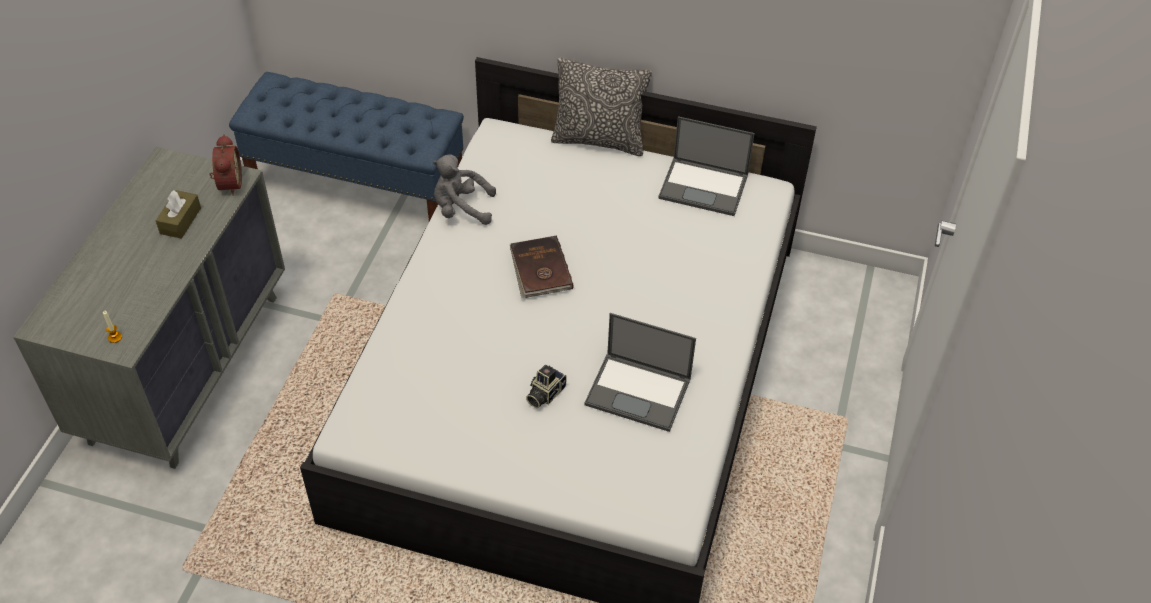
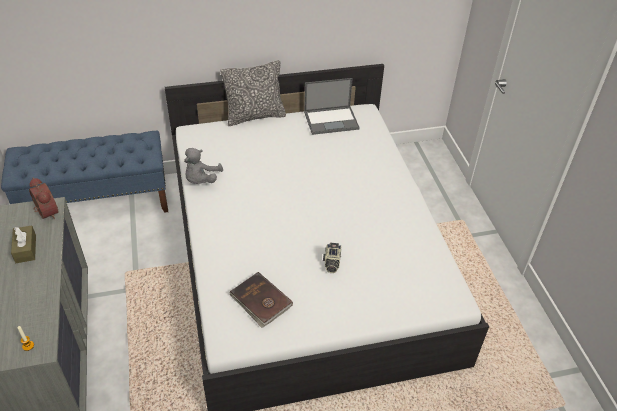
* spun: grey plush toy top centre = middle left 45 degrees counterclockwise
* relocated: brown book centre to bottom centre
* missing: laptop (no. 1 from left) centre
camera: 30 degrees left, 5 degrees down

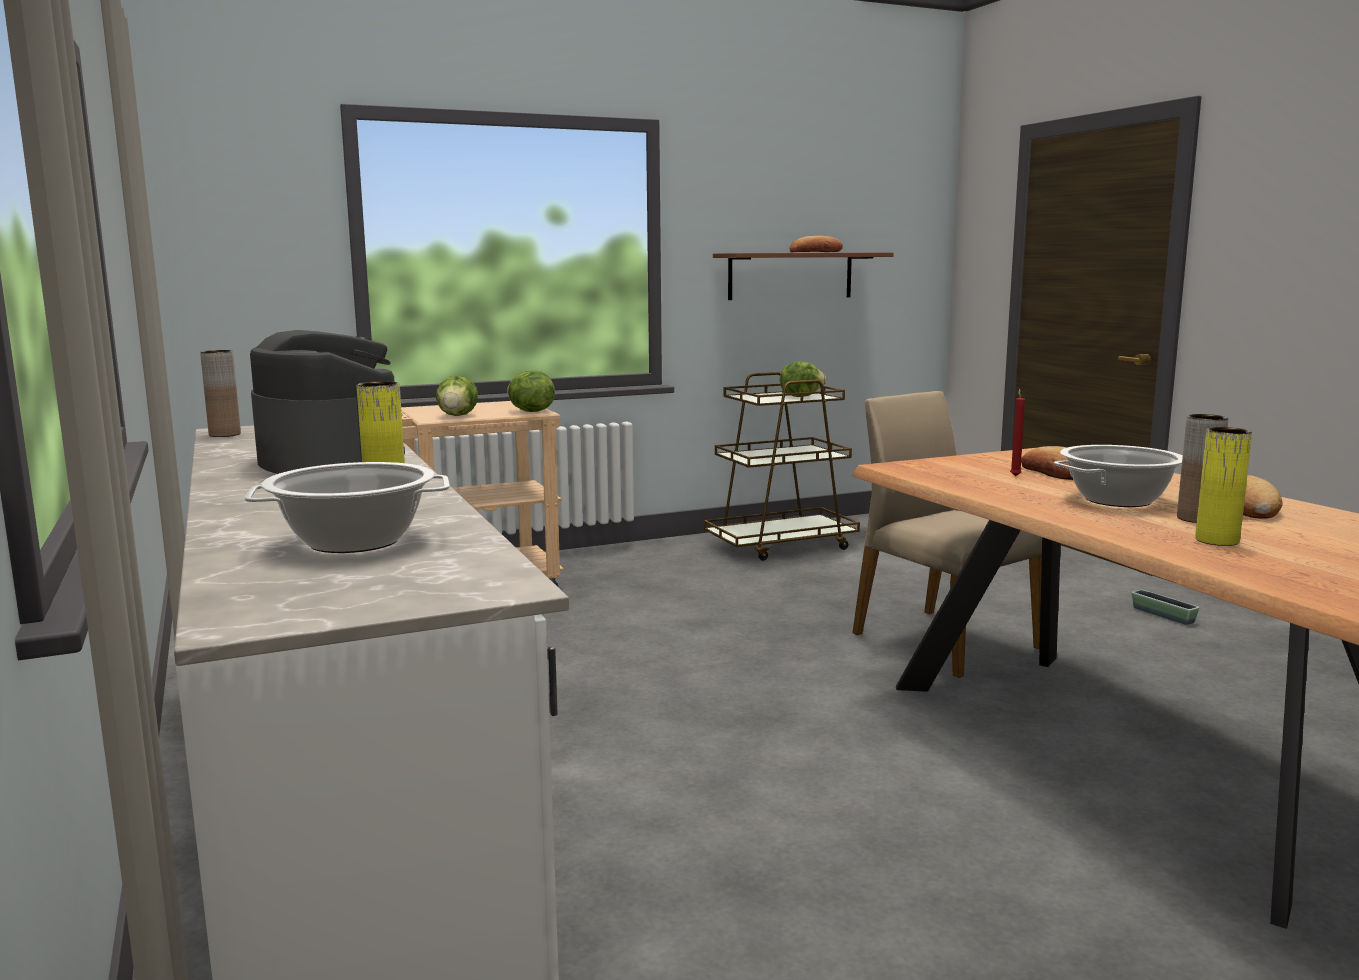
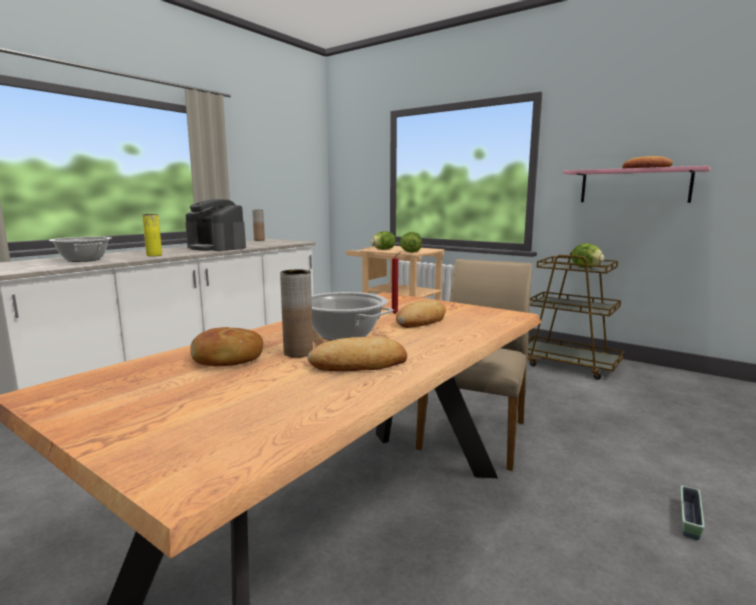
* spun: coffee machine middle left = middle left 105 degrees clockwise
* exchanged: yellow vase (no. 2 from left) middle right to bread (no. 1 from left) middle left
* colour: brown shelf top centre to pink shelf top right
camera: 60 degrees right, 0 degrees up

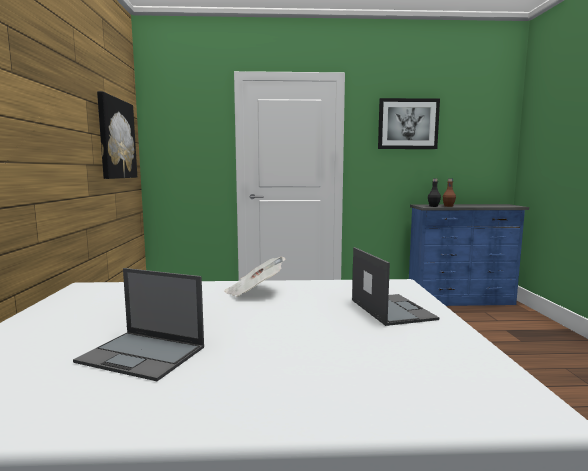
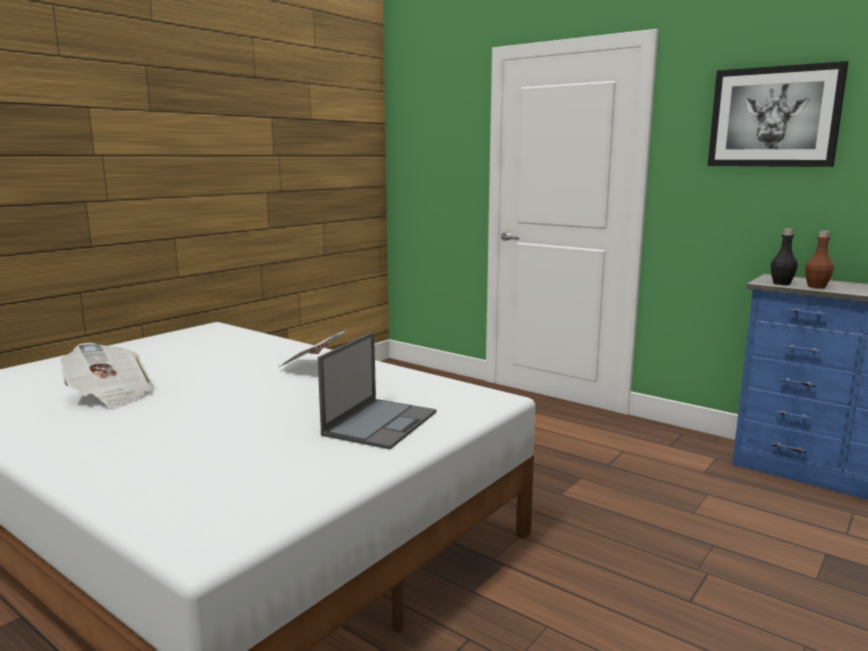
* exchanged: laptop (no. 1 from left) bottom left to newspaper (no. 1 from left) middle left
* missing: picture (no. 1 from left) top left
camera: 40 degrees right, 5 degrees up

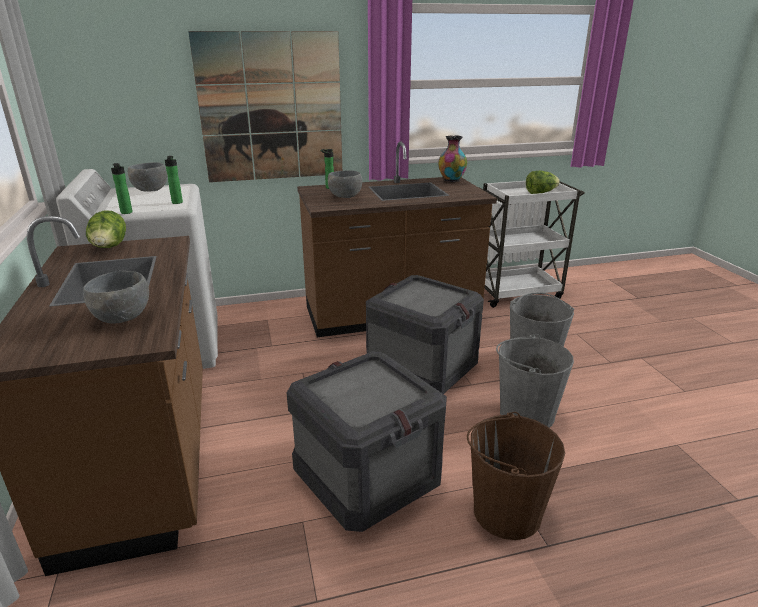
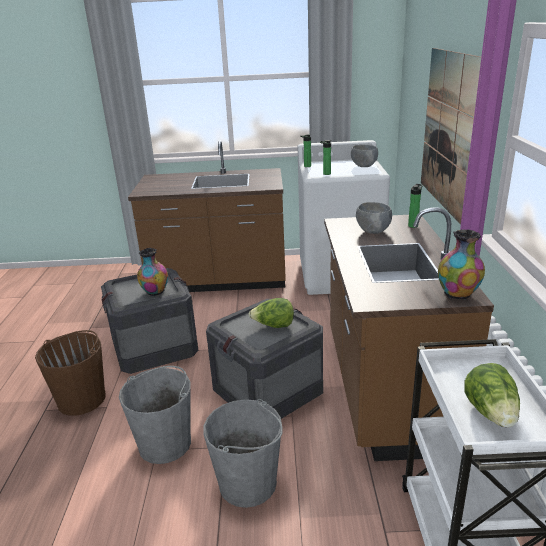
* appeared: vase (no. 1 from left) middle left
* relocated: lettuce (no. 1 from left) middle left to centre
* missing: grey bowl (no. 1 from left) middle left
camera: 105 degrees right, 0 degrees up

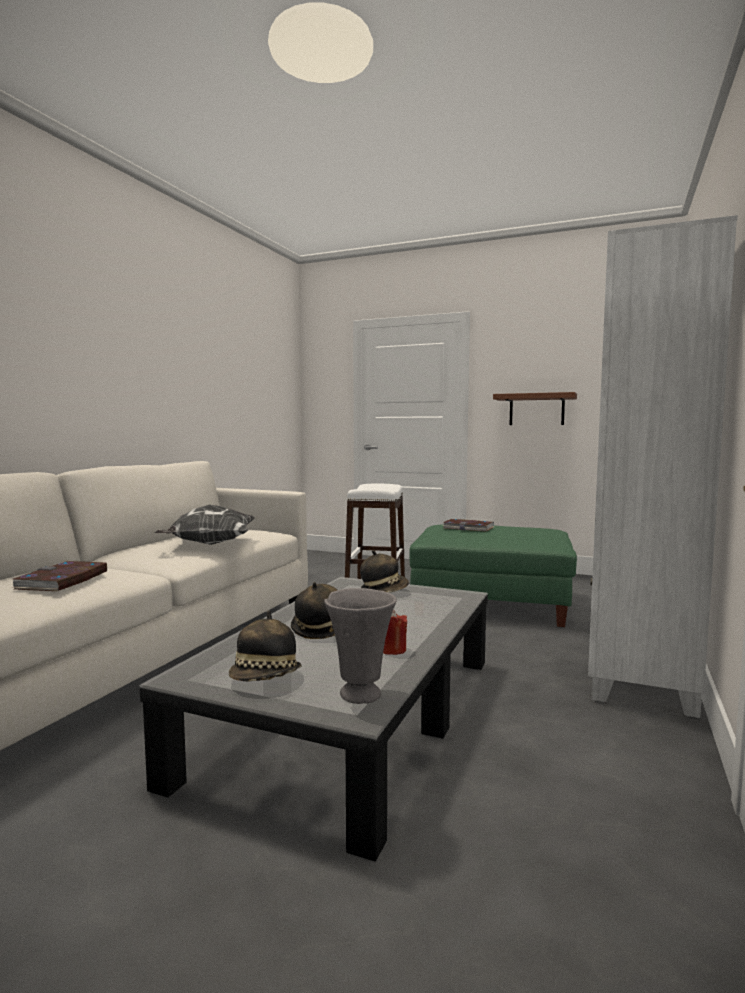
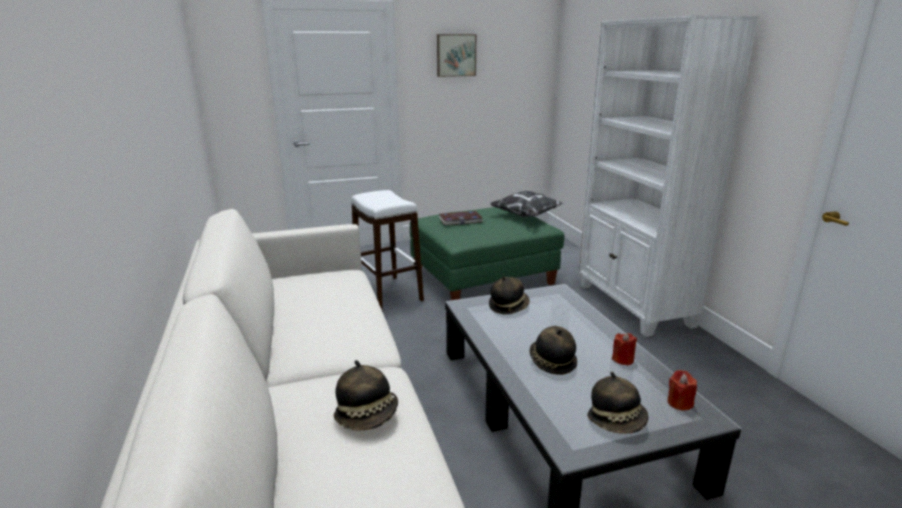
* exchanged: book (no. 1 from left) middle left to hat (no. 1 from left) bottom centre
* appeared: picture top centre
* relocated: pillow middle left to centre
* exchanged: grey vase centre to red candle (no. 2 from left) bottom right
* missing: brown shelf middle right
camera: 40 degrees left, 15 degrees up

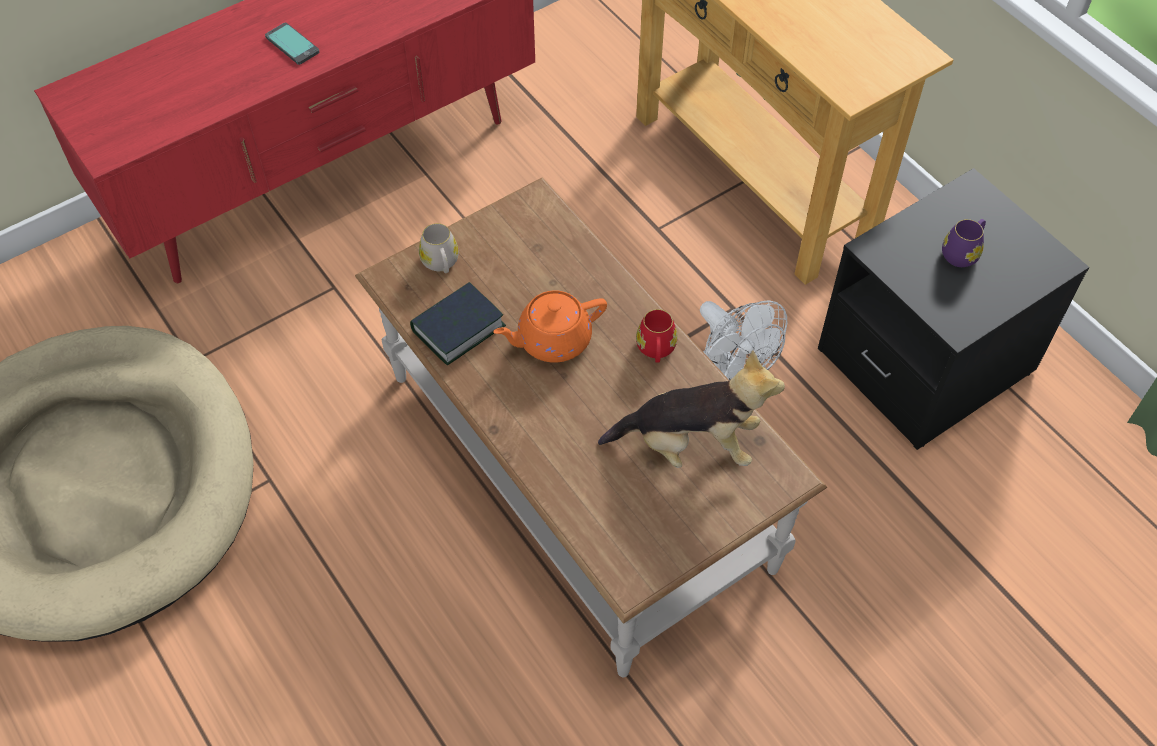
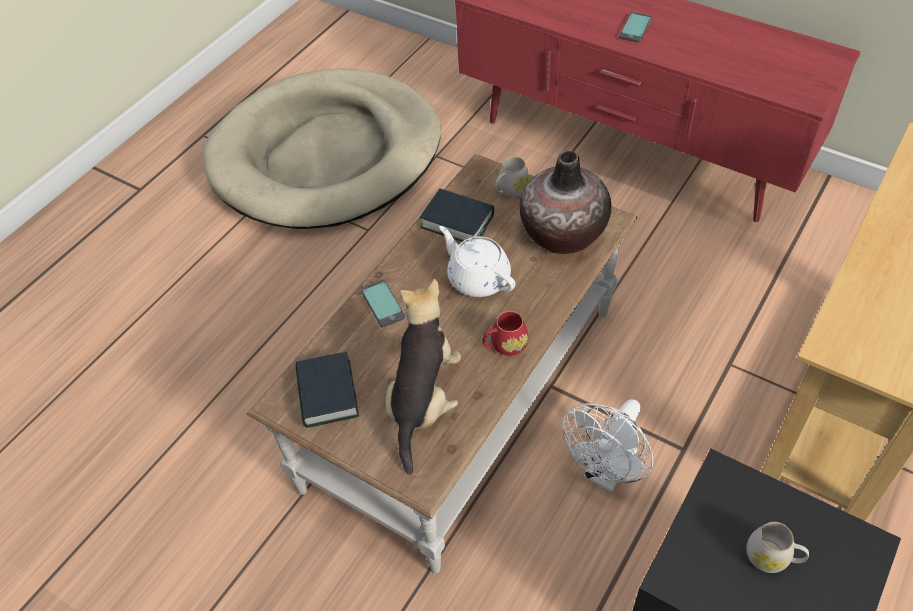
* appeared: book (no. 1 from left) centre
* appeared: phone (no. 1 from left) centre
* spun: plush toy centre = centre 150 degrees counterclockwise
* colour: orange teapot centre to white teapot centre
* appeared: vase top centre
* colour: purple mug top right to white mug (no. 2 from left) bottom right
camera: 70 degrees right, 5 degrees down

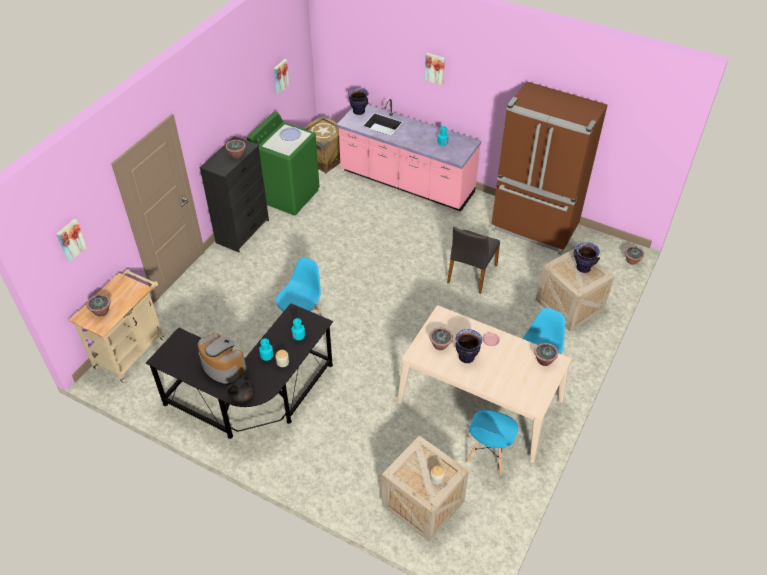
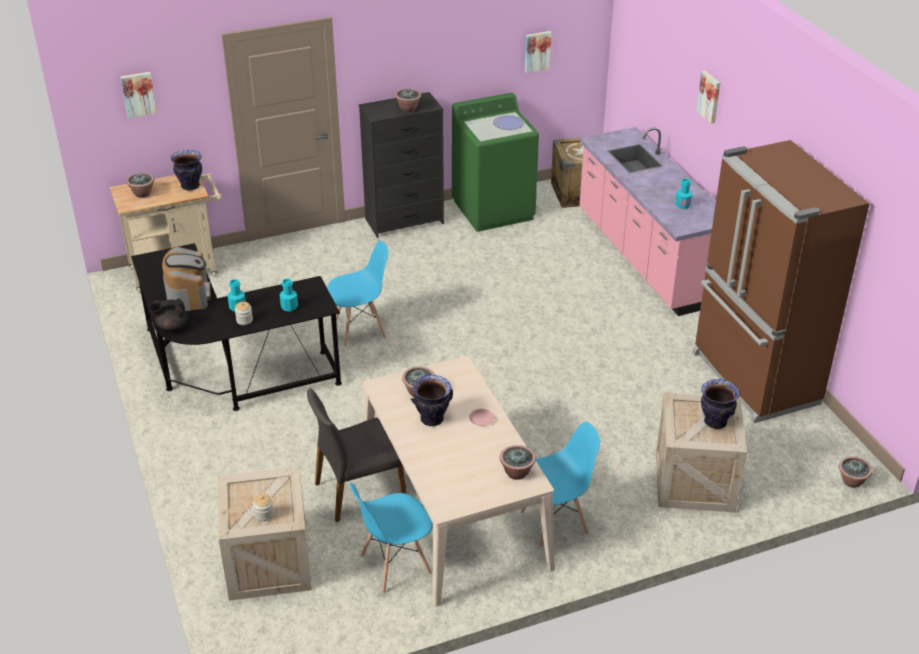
* relocated: vase (no. 1 from left) top centre to top left
* relocated: grey chair centre to bottom centre
camera: 40 degrees right, 10 degrees down

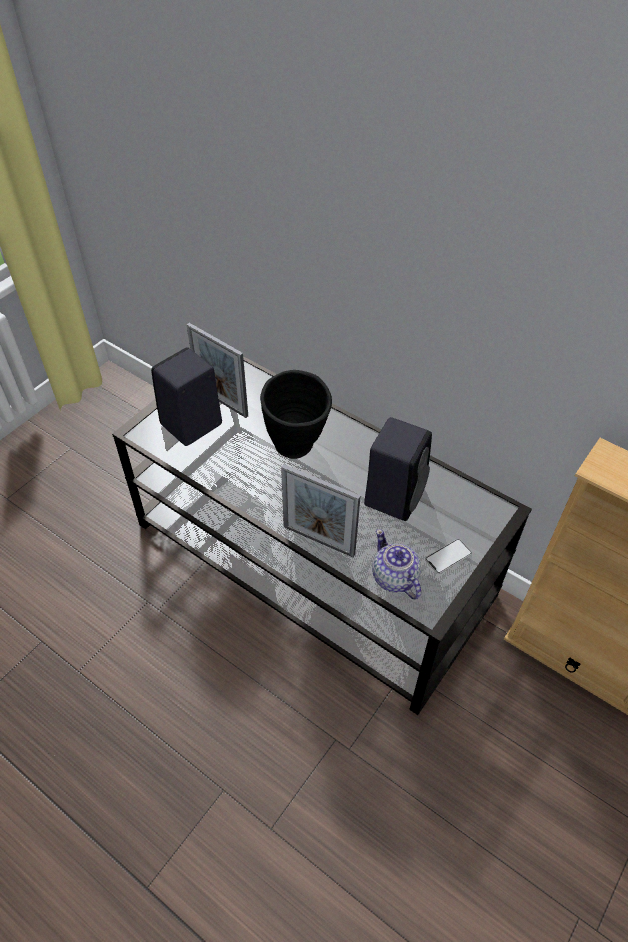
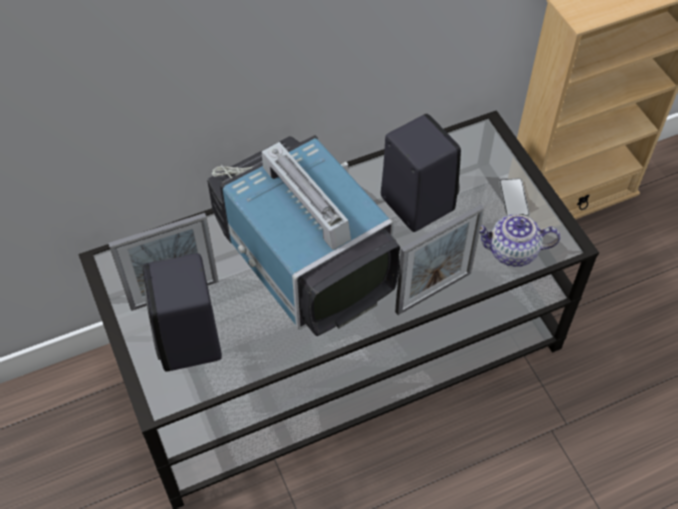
* exchanged: black vase centre to television centre
camera: 60 degrees left, 5 degrees up

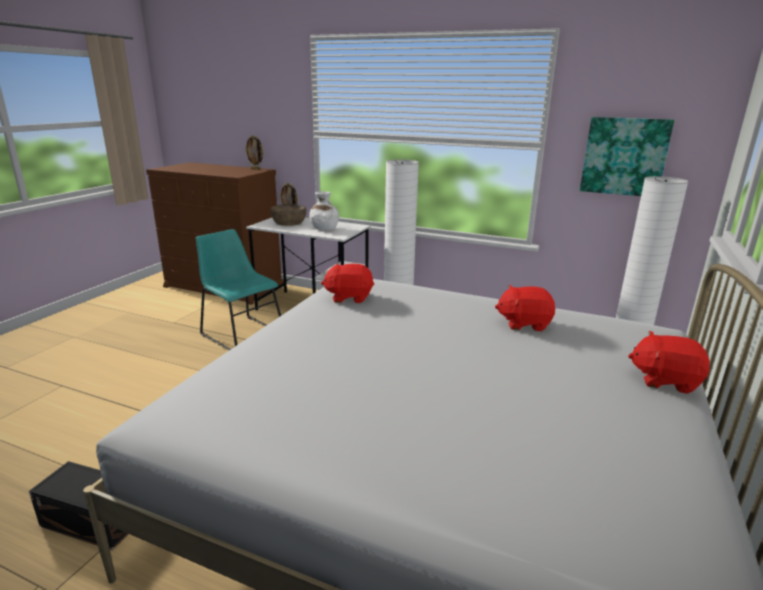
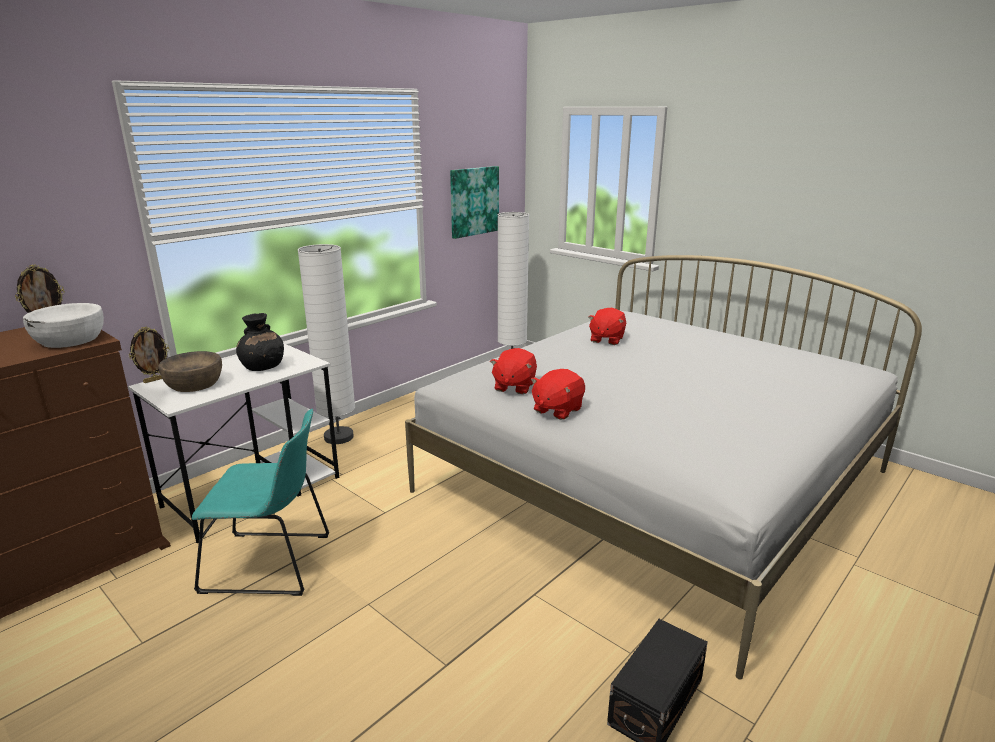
* appeared: white bowl middle left
* spun: turquoise chair middle left = bottom left 150 degrees counterclockwise
* colour: white vase centre to black vase middle left
* relocated: red plush toy (no. 3 from left in the first image) middle right to red plush toy (no. 2 from left) centre
camera: 70 degrees left, 0 degrees up

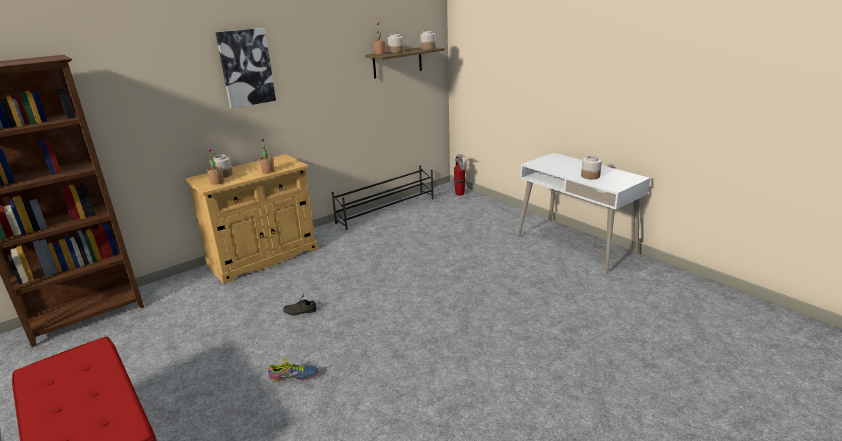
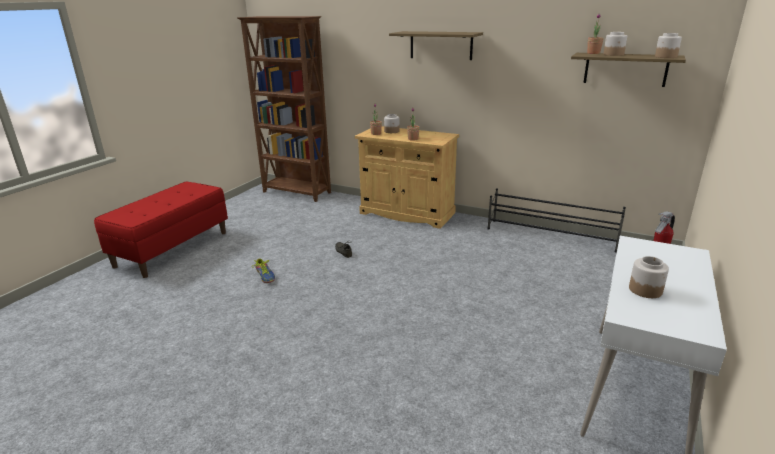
* exchanged: picture top left to shelf (no. 1 from left) top centre
camera: 65 degrees right, 0 degrees up

